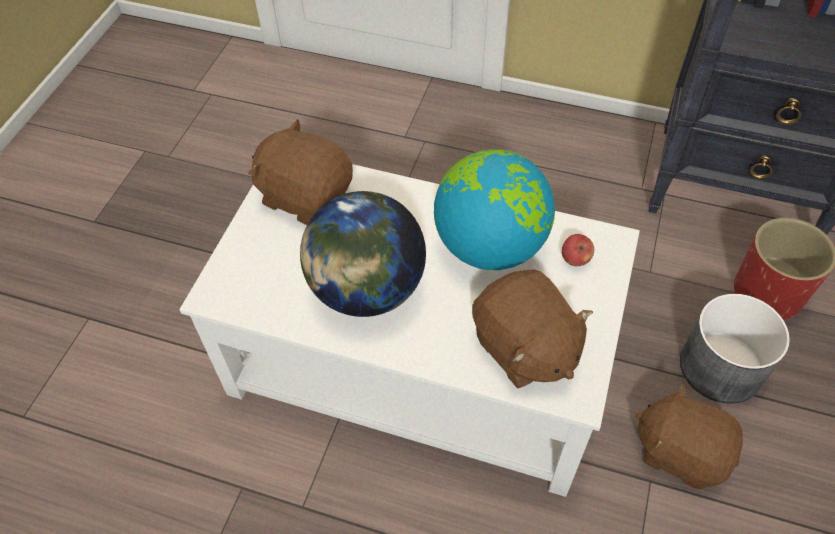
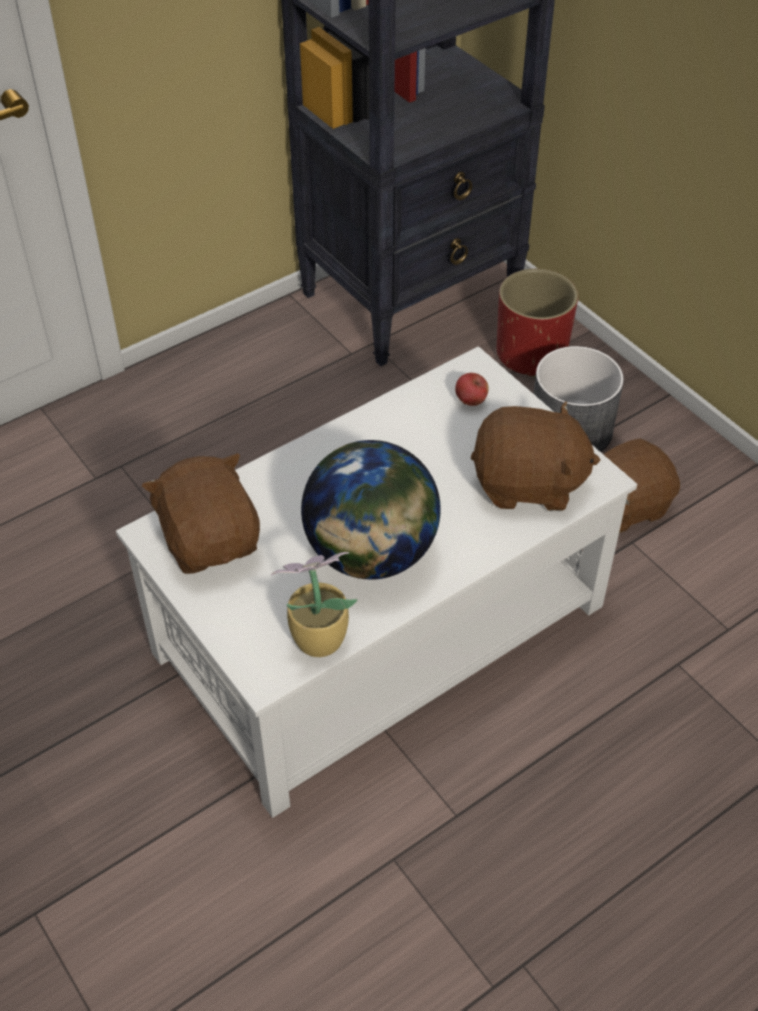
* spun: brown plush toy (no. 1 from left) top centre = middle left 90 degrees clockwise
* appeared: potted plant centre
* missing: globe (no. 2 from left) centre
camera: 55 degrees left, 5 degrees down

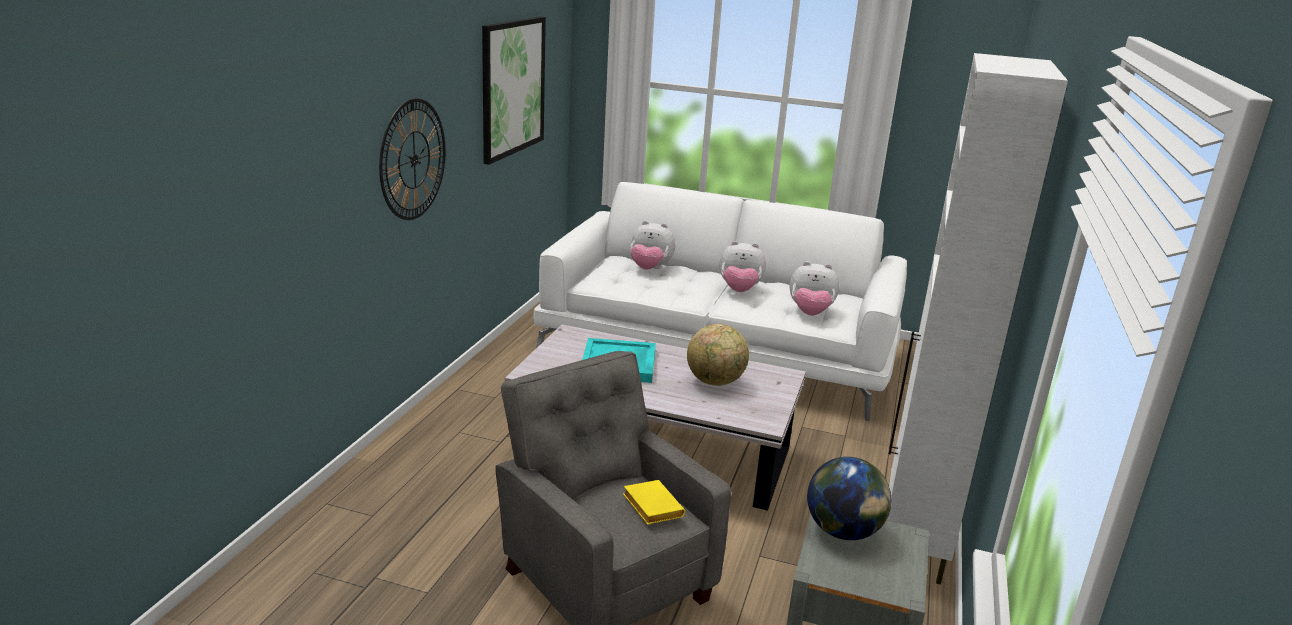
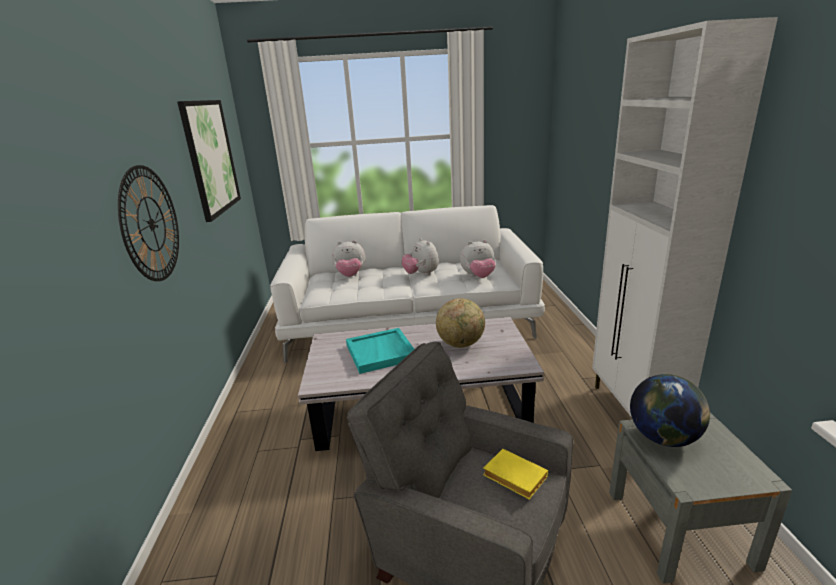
* spun: plush toy (no. 2 from left) centre = centre 75 degrees clockwise
camera: 20 degrees left, 0 degrees up

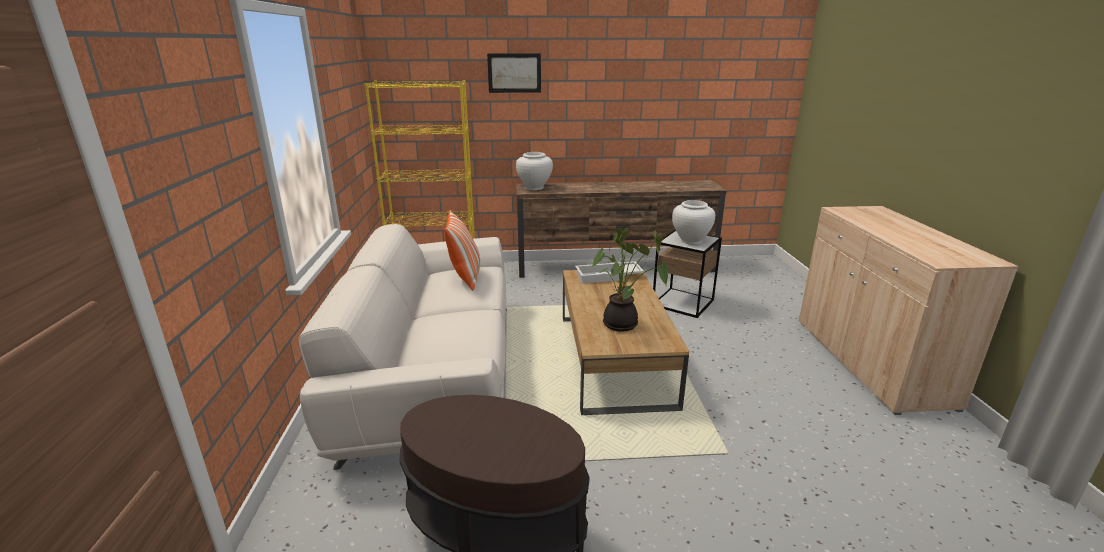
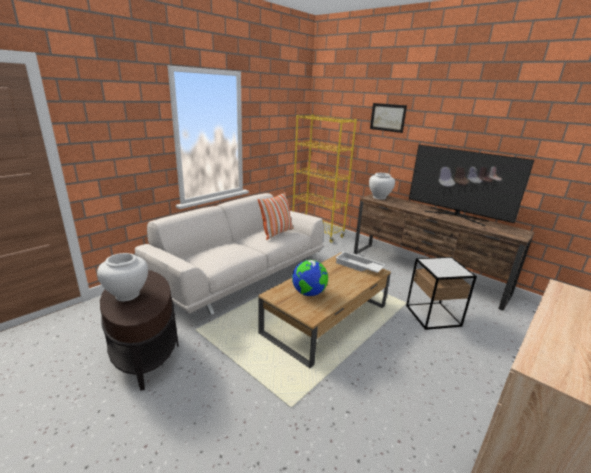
* relocated: white vase (no. 2 from left in the first image) centre to white vase (no. 1 from left) middle left
* exchanged: potted plant centre to globe centre
* appeared: television middle right
camera: 45 degrees right, 0 degrees up

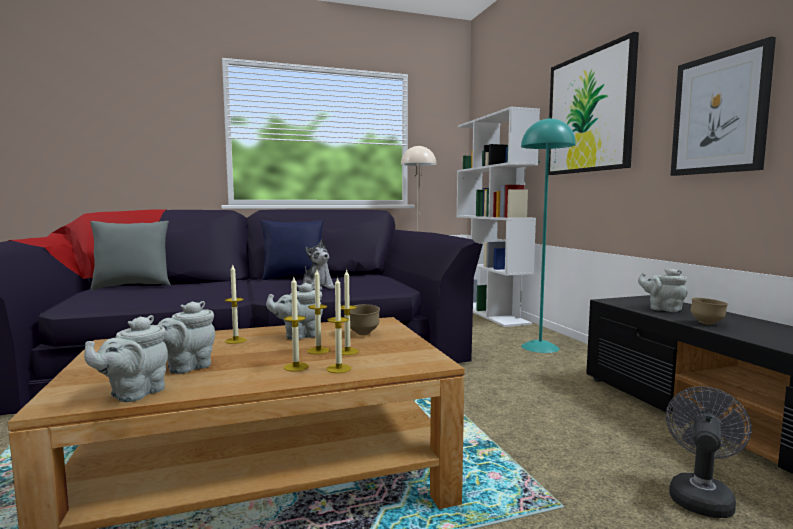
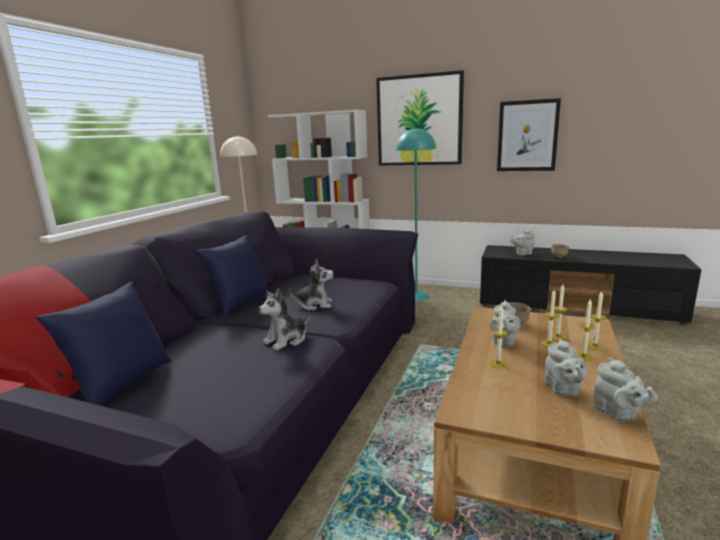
* colour: grey pillow middle left to blue pillow (no. 1 from left) middle left
* appeared: plush toy (no. 1 from left) centre
* missing: grey fan bottom right
camera: 50 degrees left, 10 degrees up

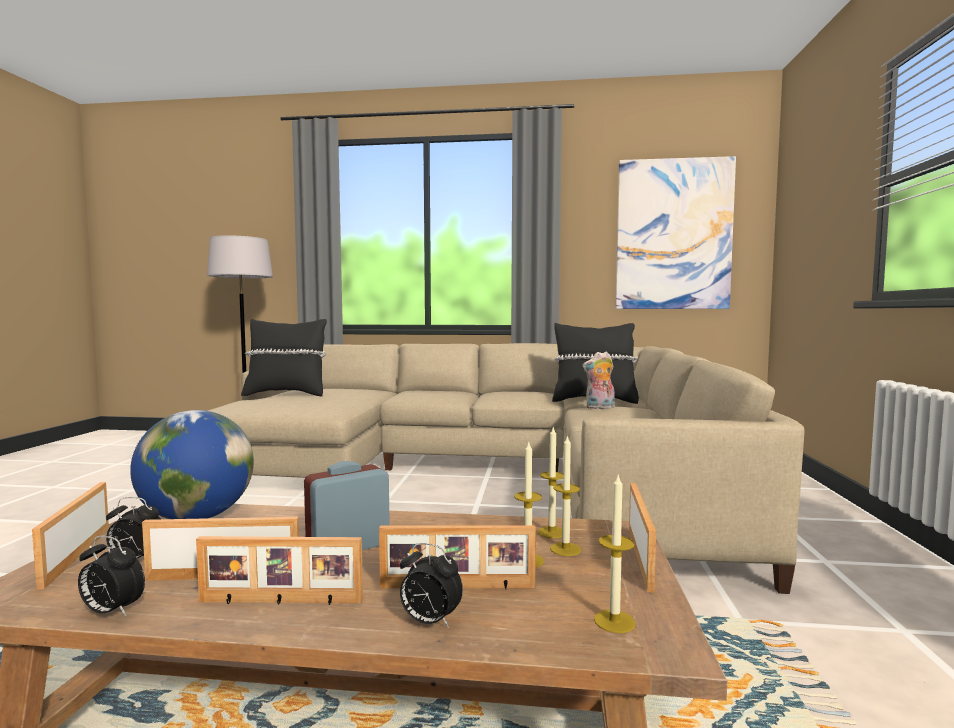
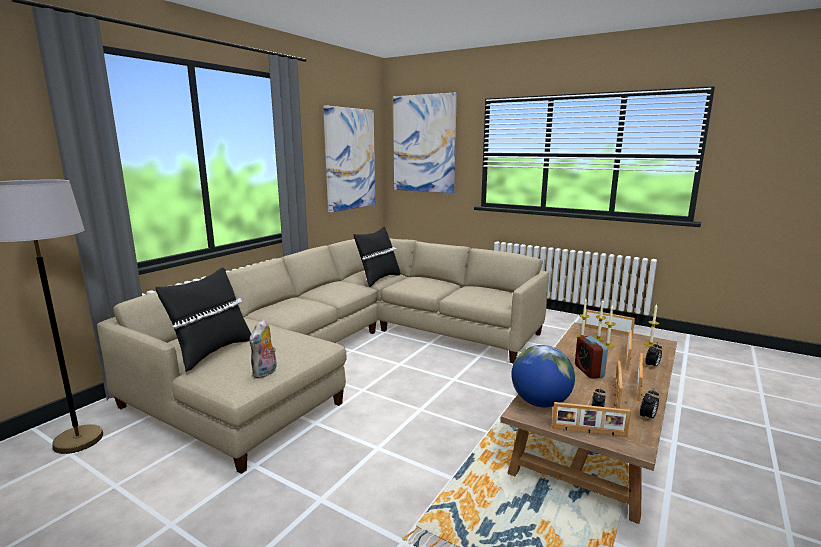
* relocated: plush toy centre to middle left
* appeared: picture (no. 2 from left) top centre
camera: 65 degrees left, 10 degrees up

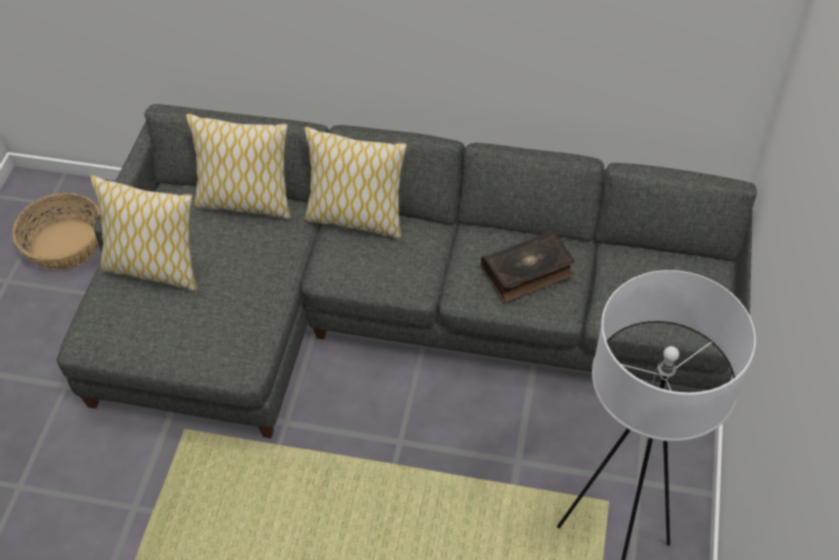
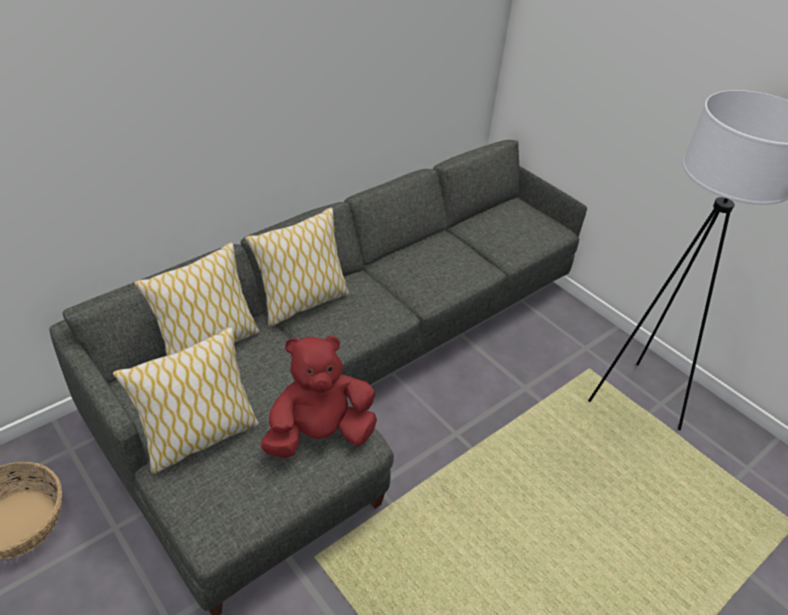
* appeared: red plush toy centre
* missing: book centre
camera: 55 degrees left, 10 degrees down

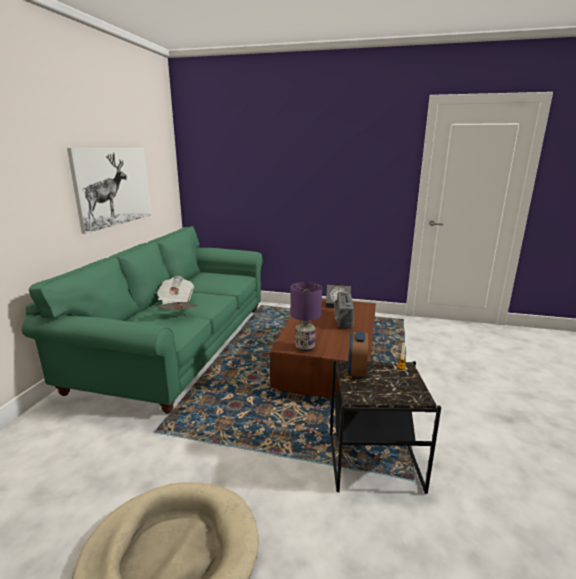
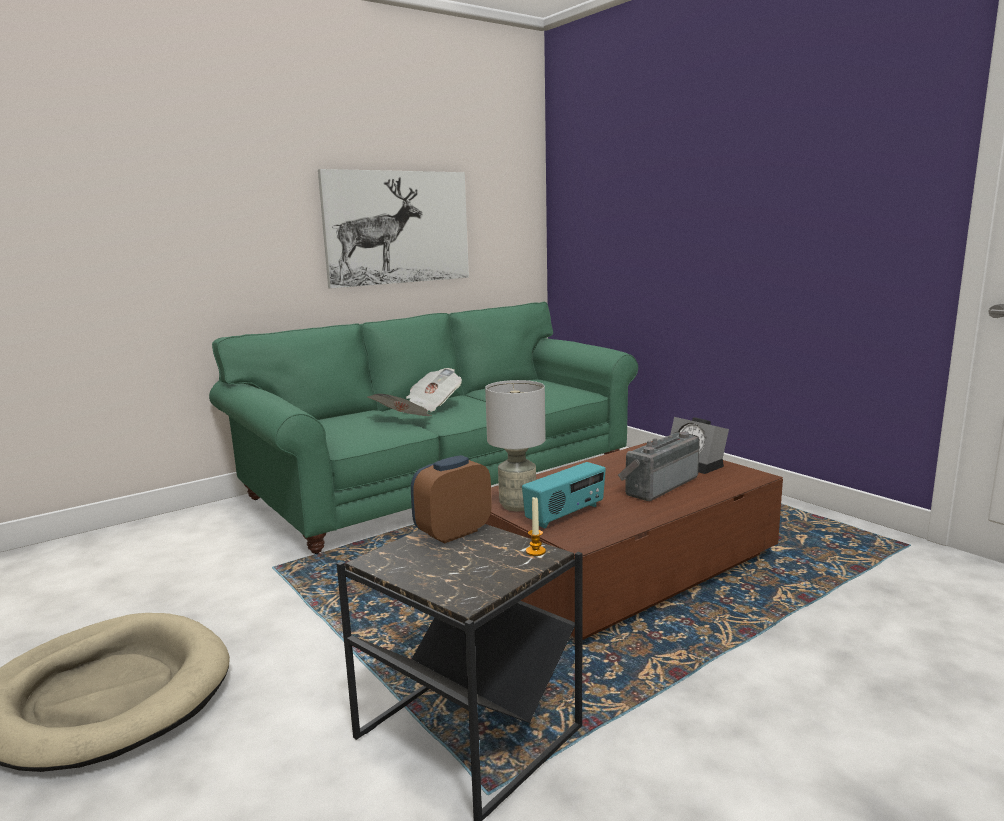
* colour: purple table lamp centre to grey table lamp centre
* appeared: radio (no. 1 from left) centre
camera: 40 degrees right, 5 degrees down

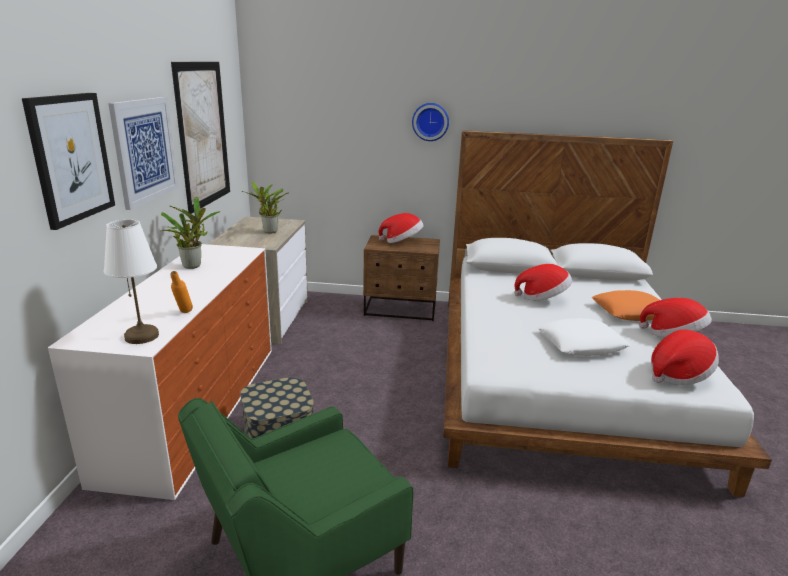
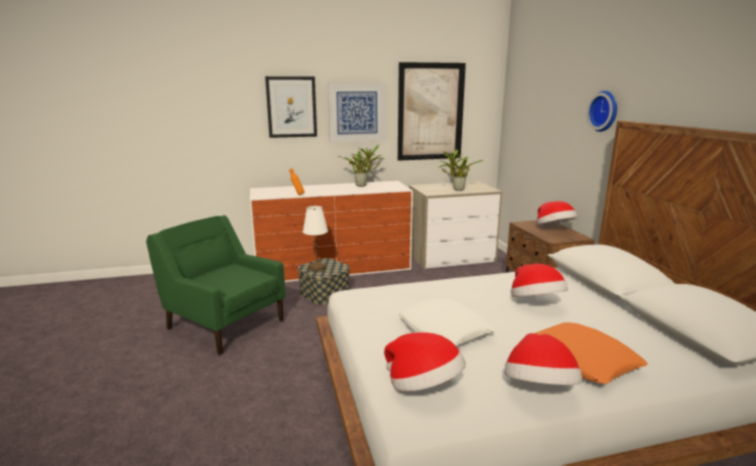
* relocated: white table lamp middle left to centre
camera: 70 degrees right, 5 degrees down

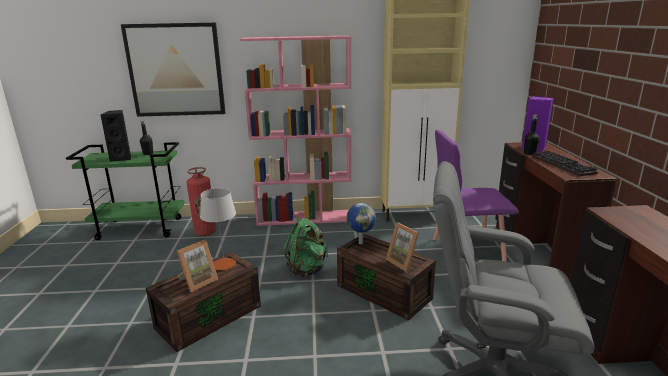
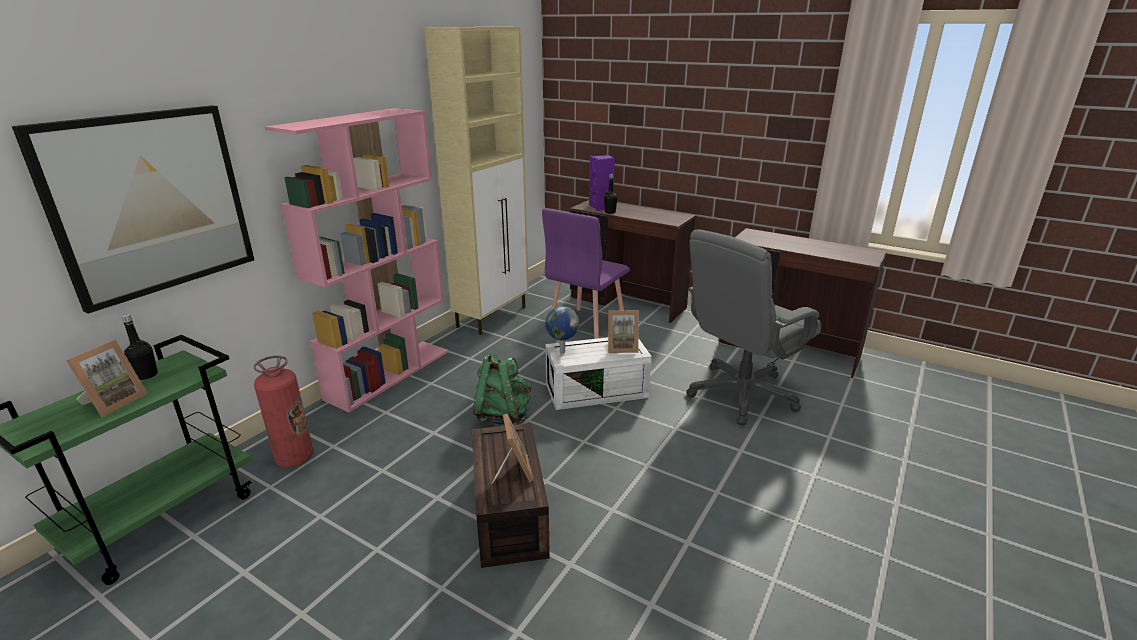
* exchanged: black speaker middle left to picture frame (no. 1 from left) middle left
* colour: brown storage box (no. 2 from left) bottom centre to white storage box centre
* missing: grey table lamp middle left
* missing: keyboard middle right
camera: 55 degrees left, 5 degrees up

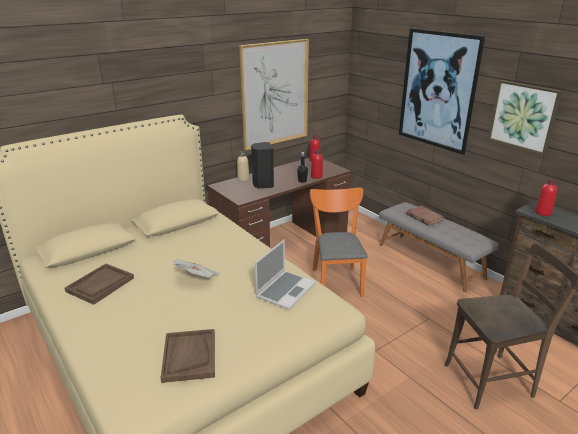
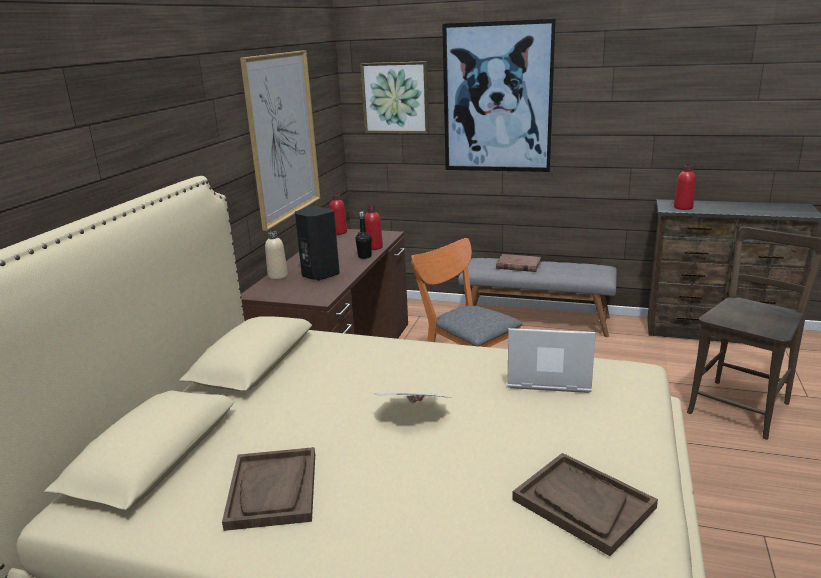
* relocated: picture (no. 3 from left in the first image) top right to picture (no. 2 from left) top centre
* spun: laptop centre = middle right 75 degrees counterclockwise
camera: 35 degrees left, 5 degrees down

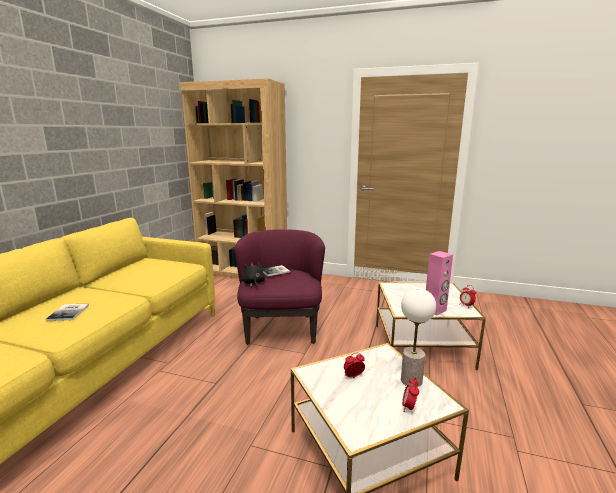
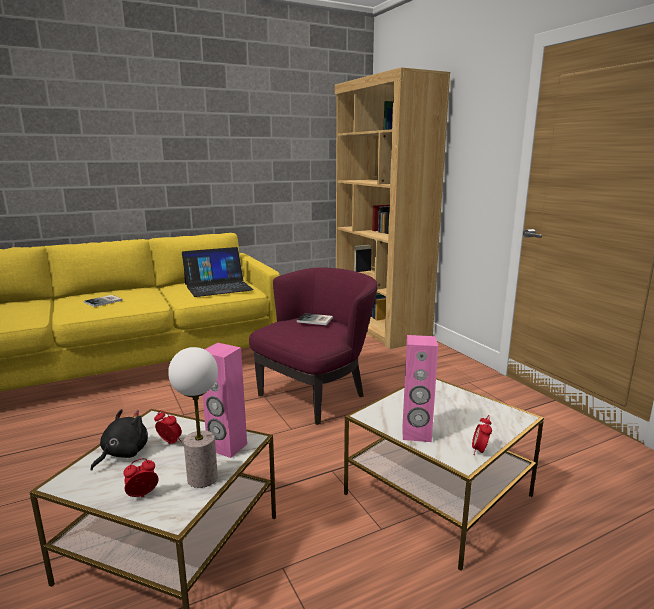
* relocated: black plush toy centre to bottom left
* appeared: laptop centre
* appeared: pink speaker (no. 1 from left) centre
camera: 45 degrees right, 0 degrees up

